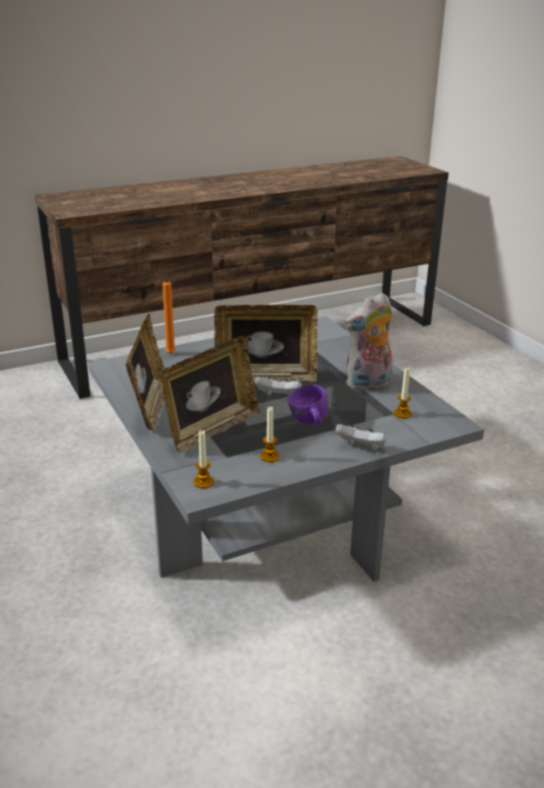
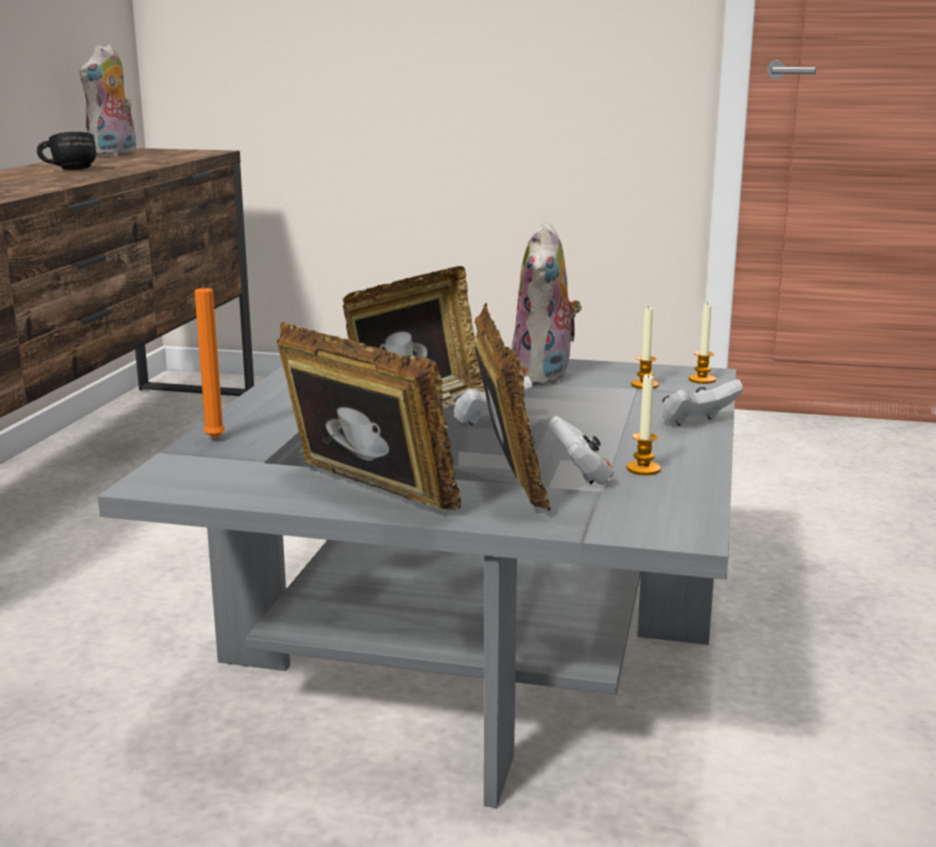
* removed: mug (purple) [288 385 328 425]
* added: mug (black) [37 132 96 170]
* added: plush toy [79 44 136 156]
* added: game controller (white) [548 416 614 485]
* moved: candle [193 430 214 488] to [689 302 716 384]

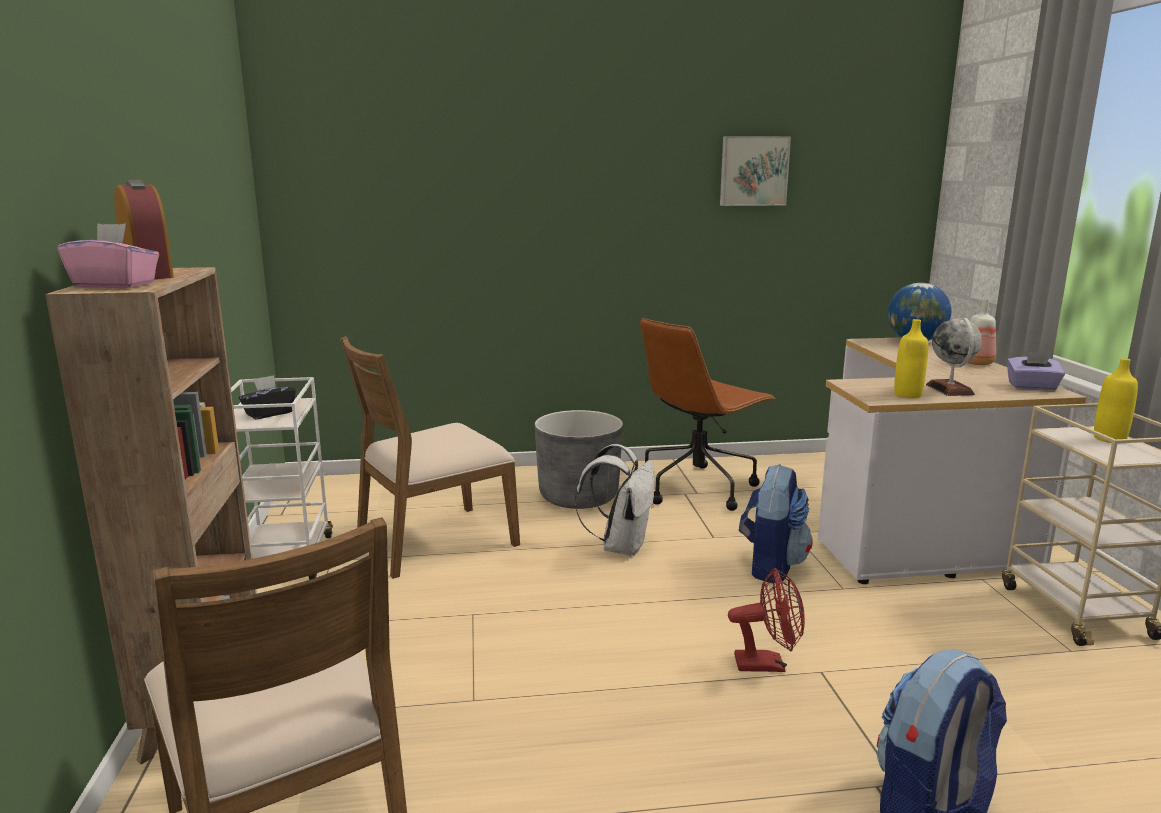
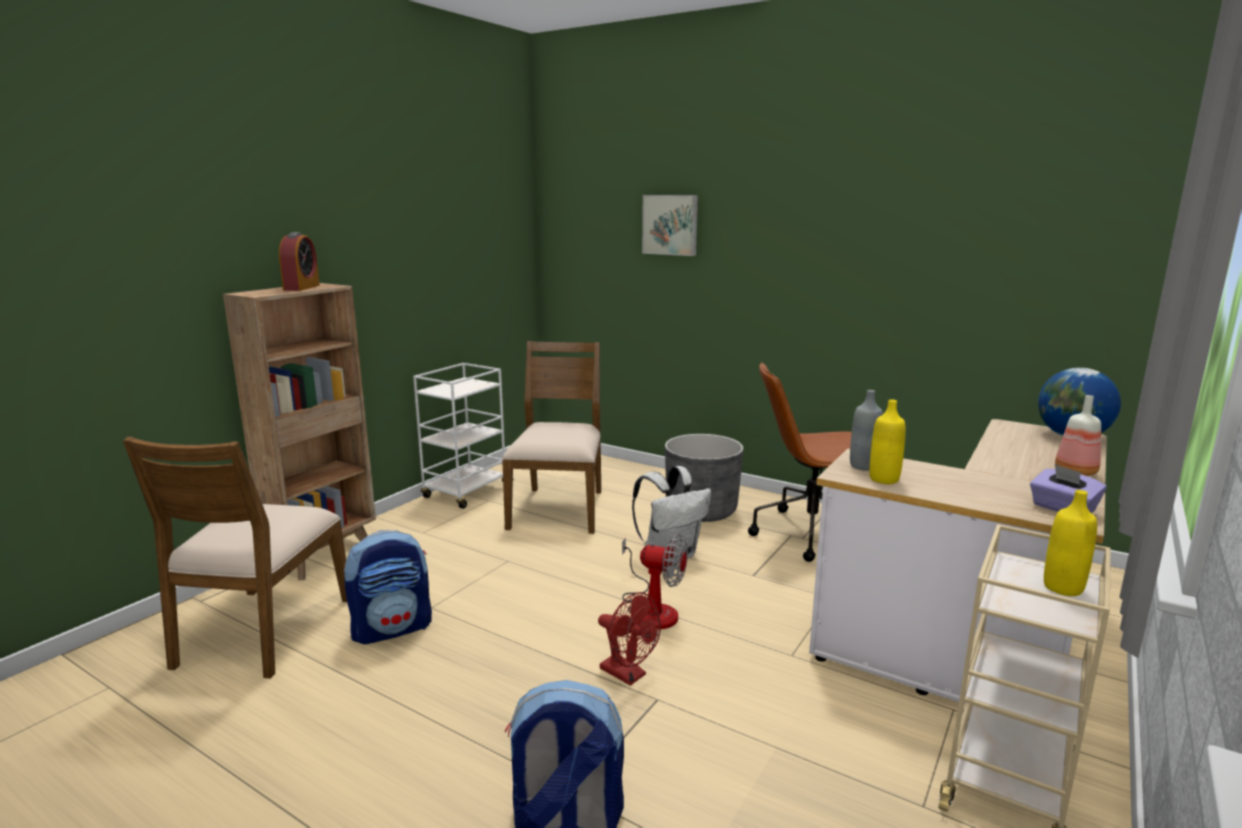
* removed: tissue box (pink) [57 223 159 288]
* removed: tissue box (black) [239 375 296 419]
* removed: globe [926 318 982 396]
* added: fan [622 534 688 629]
* added: bottle (grey) [850 390 883 471]
* moved: picture [720 136 791 206] to [642 195 698 256]
* moved: backpack [739 464 813 583] to [344 530 432 644]
* turned: chair (brown) [340 336 520 579] = [502 341 601 534] 90 degrees clockwise

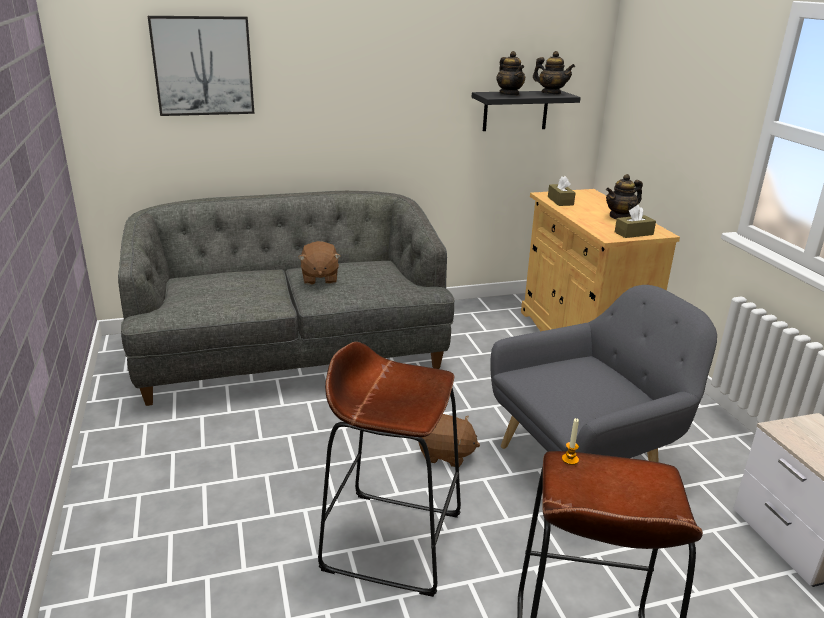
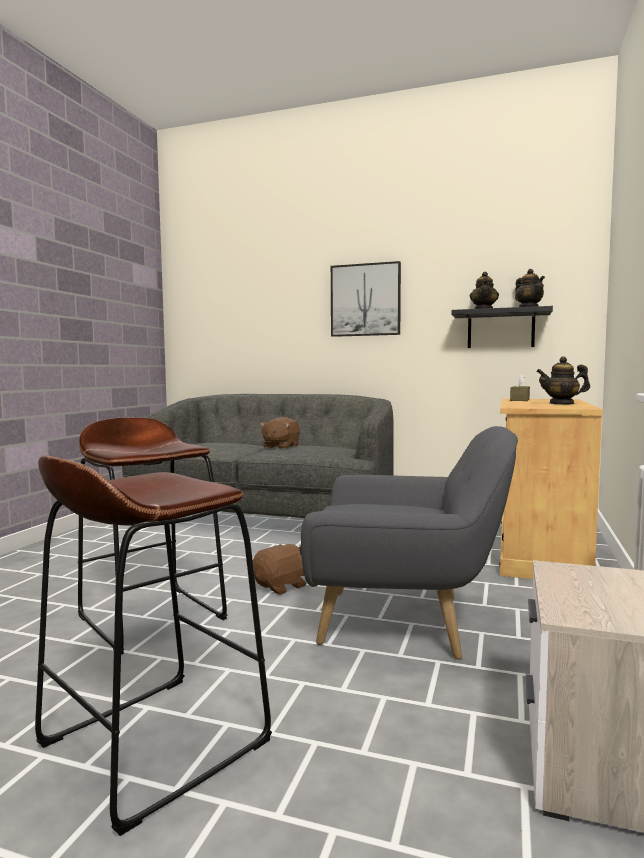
* removed: candle [562 418 579 465]
* removed: tissue box (brown) [615 205 656 238]
* moved: picture [148 16 254 116] to [331 261 401 337]
* turned: plush toy (brown) [419 414 480 467] = [253 544 306 594] 90 degrees counterclockwise

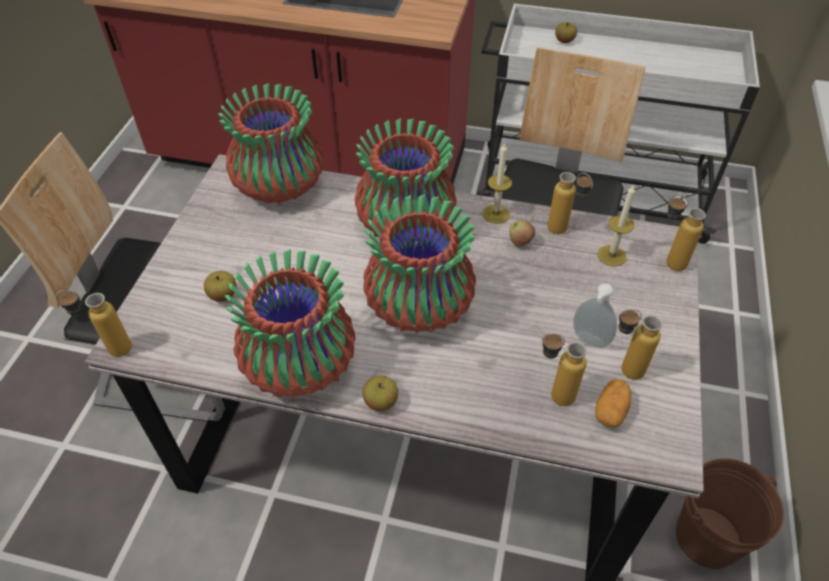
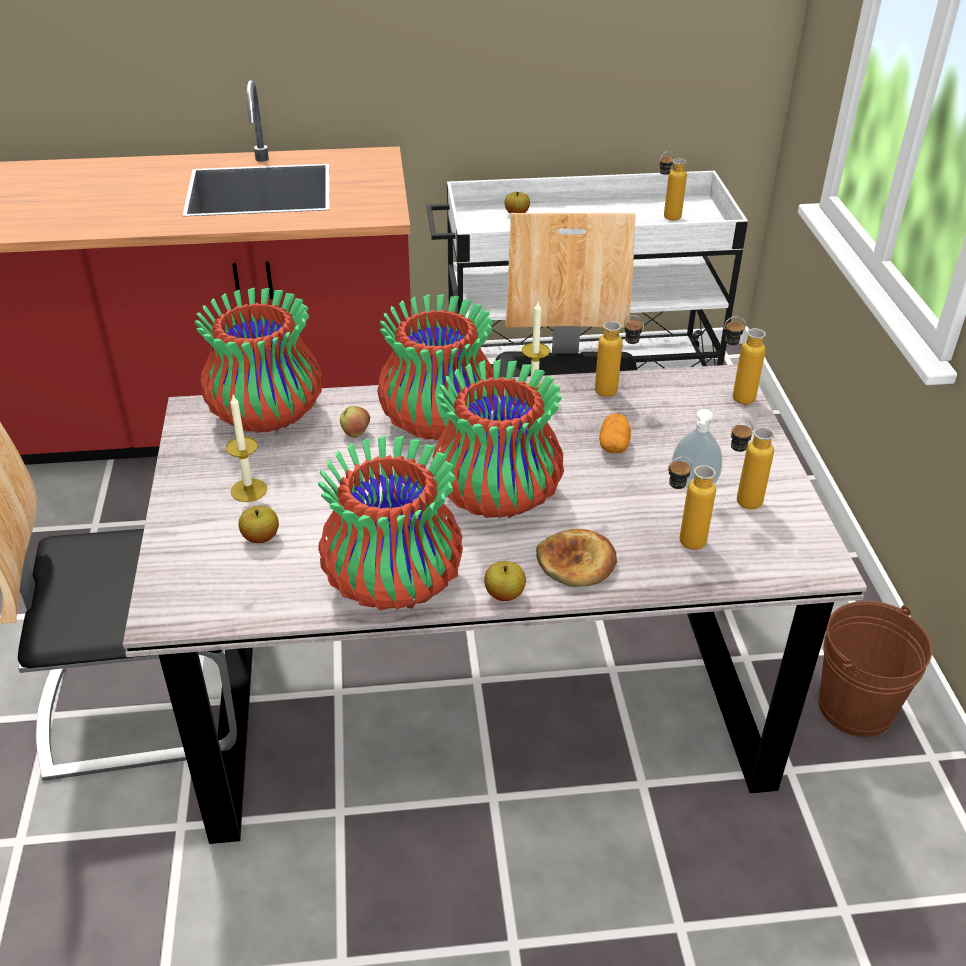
* added: bread [536 529 617 587]
* moved: bottle [56 290 132 357] to [659 151 687 221]
* moved: apple [509 220 535 247] to [340 406 370 438]
* moved: potato [595 379 631 427] to [599 414 631 453]
* moved: candle [597 184 635 267] to [226 395 267 502]

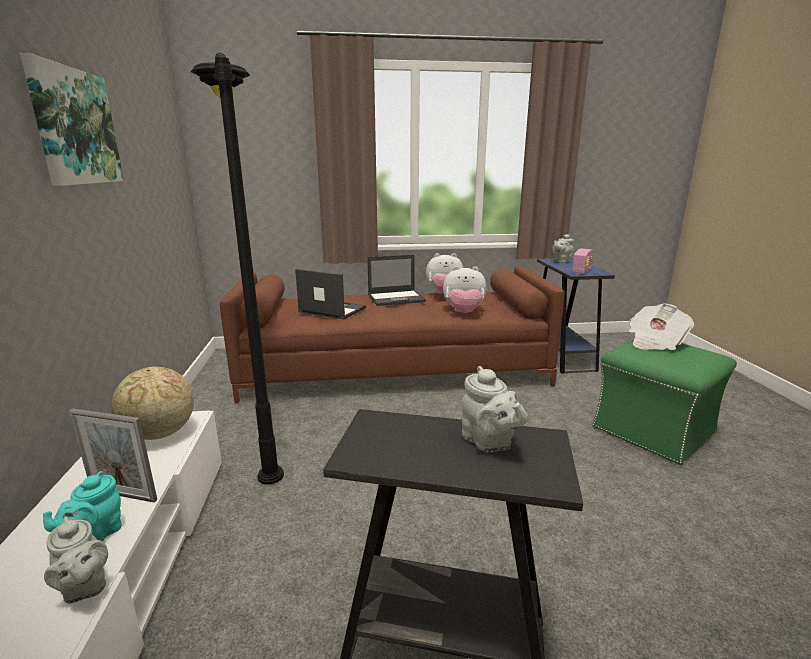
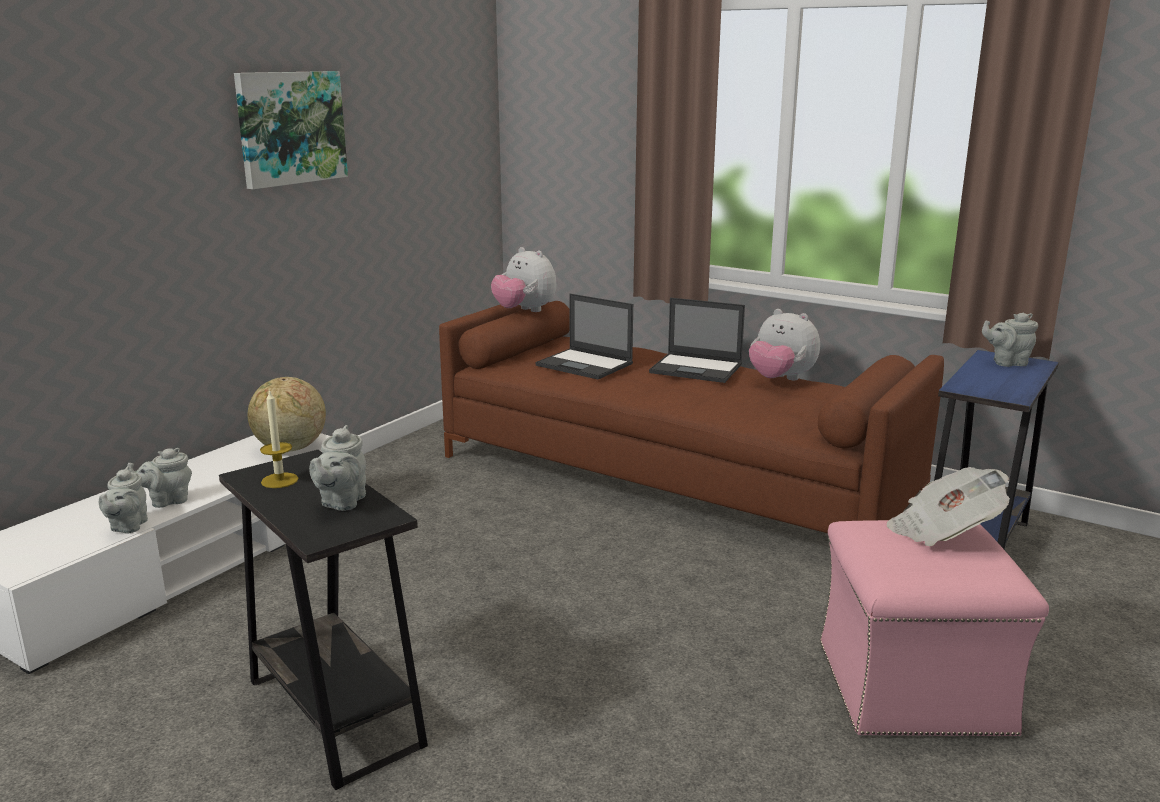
* removed: picture frame [69 408 157 503]
* removed: floor lamp (black) [191 53 284 484]
* removed: radio [572 249 594 274]
* added: candle [260 389 299 488]
* moved: plush toy [443 266 487 313] to [491 247 556 312]
* recoloured: teapot (turquoise) [43 471 122 542] to teapot (grey) [127 448 192 508]
* recoloured: ottoman (green) [592 340 737 465] to ottoman (pink) [820 520 1049 736]
* turned: laptop [295 269 366 320] = [535 294 633 379] 150 degrees clockwise

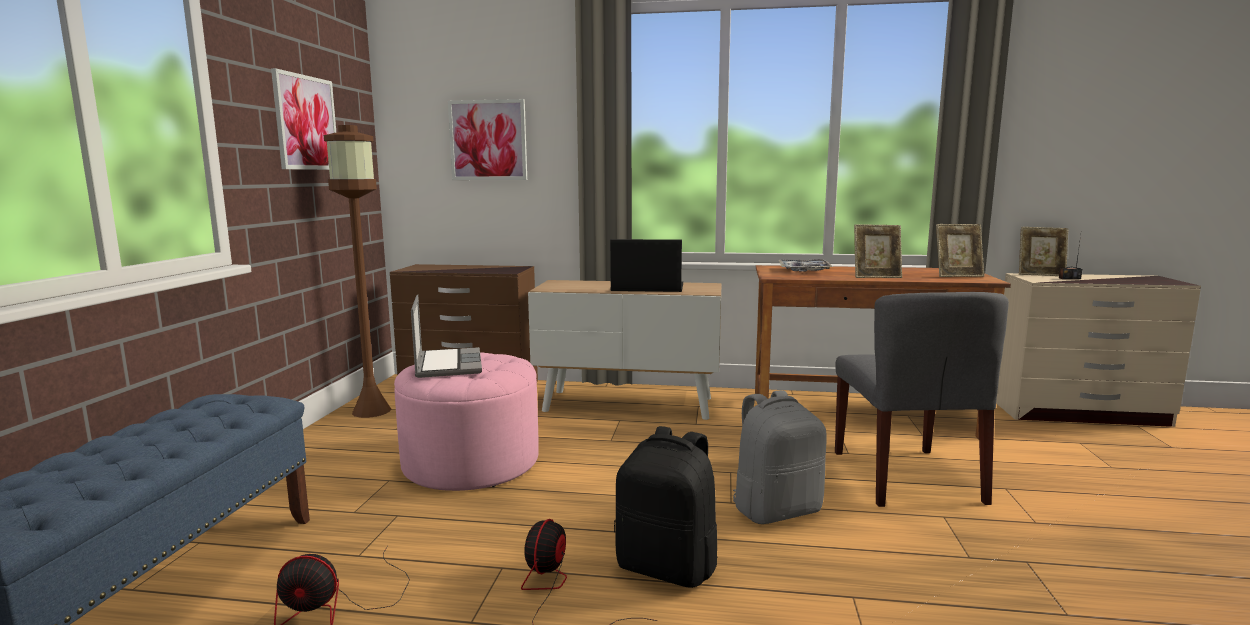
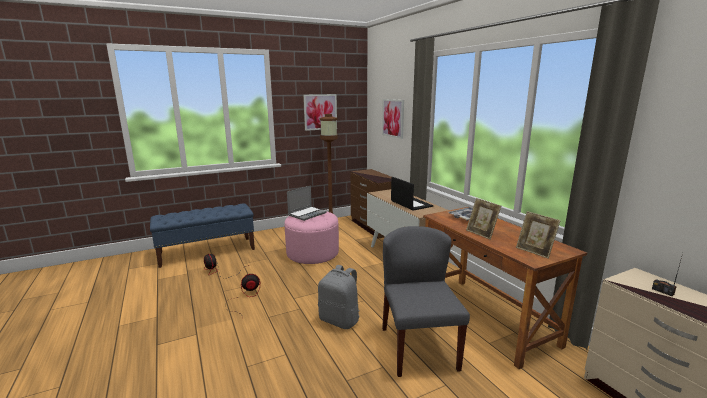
* removed: backpack (black) [614 426 717 588]
* removed: picture frame [1019 227 1068 276]
* turned: chair (grey) [835 292 1009 507] = [382 226 470 377] 120 degrees clockwise

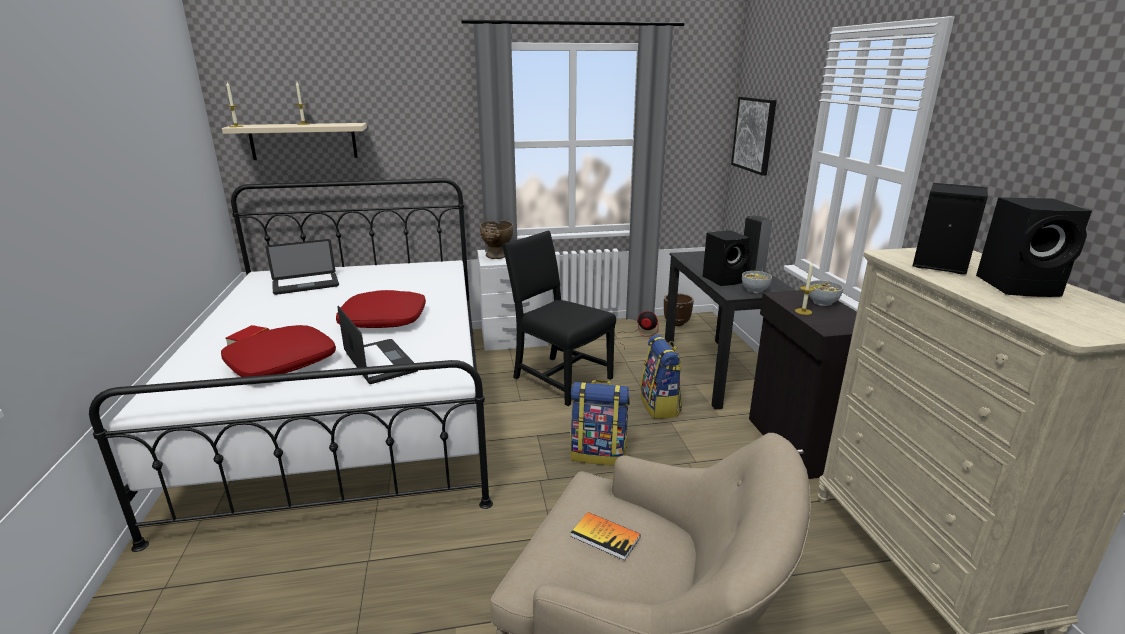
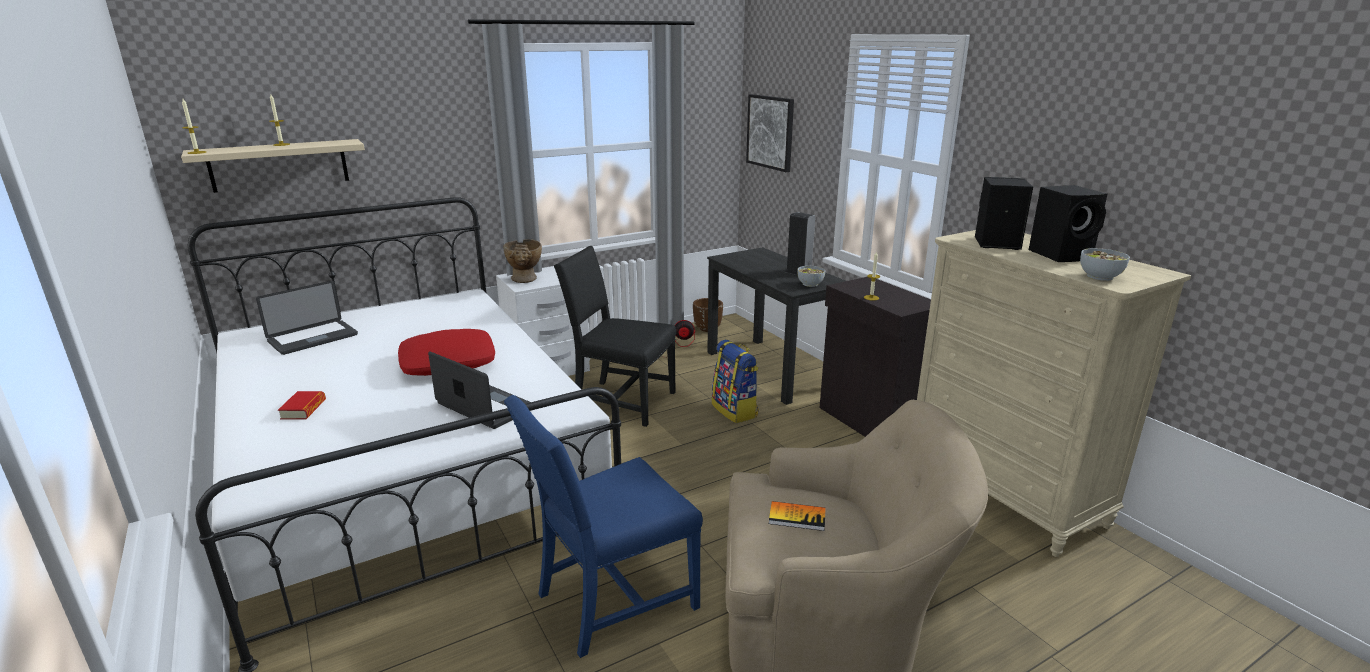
* removed: pillow (red) [221 325 336 377]
* removed: backpack [570 380 630 466]
* removed: speaker (black) [703 230 750 286]
* added: chair (blue) [504 395 703 658]
* moved: bowl [809 280 843 306] to [1080 248 1130 281]

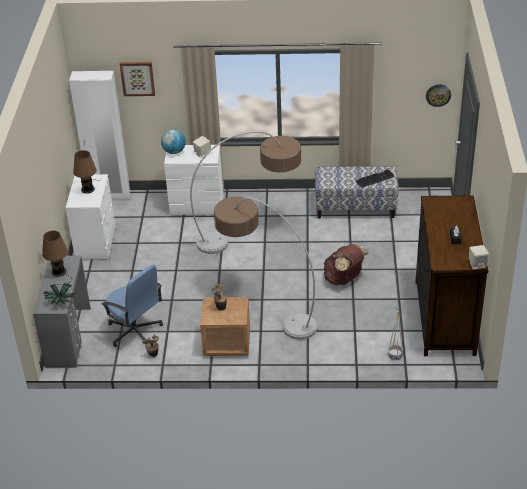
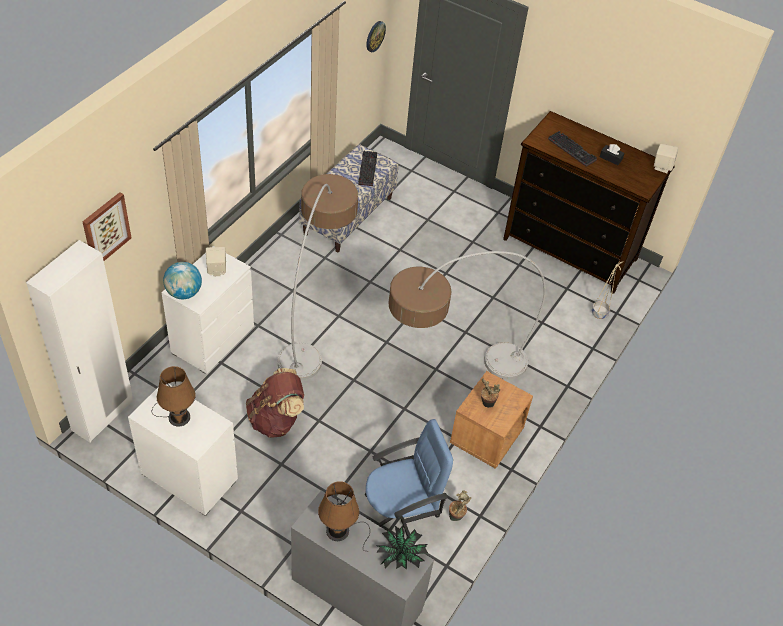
* added: keyboard [548 131 597 167]
* moved: backpack (brown) [324 244 368 285] to [246 368 304 438]

